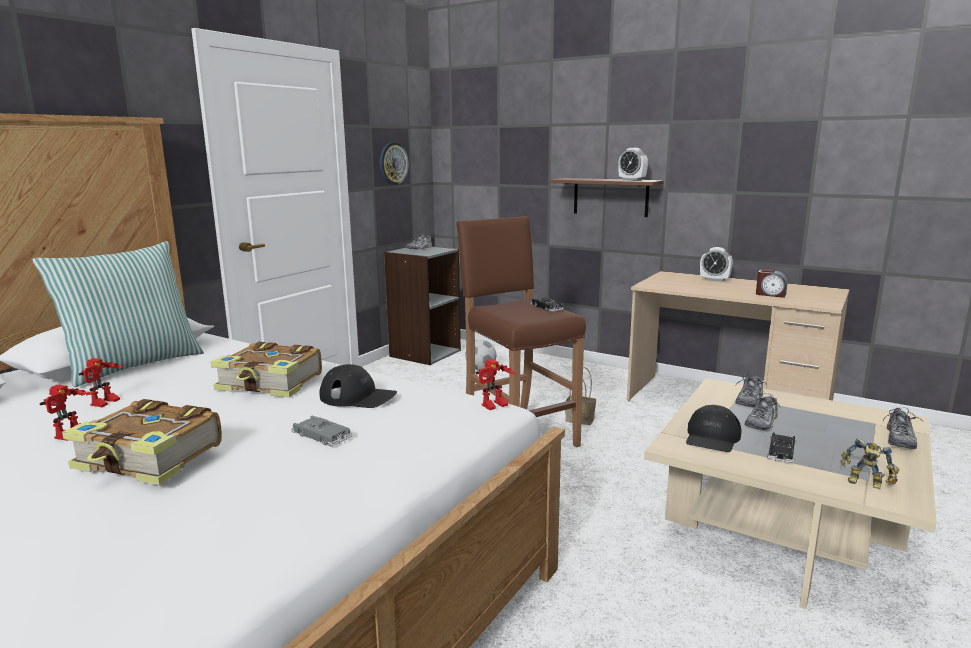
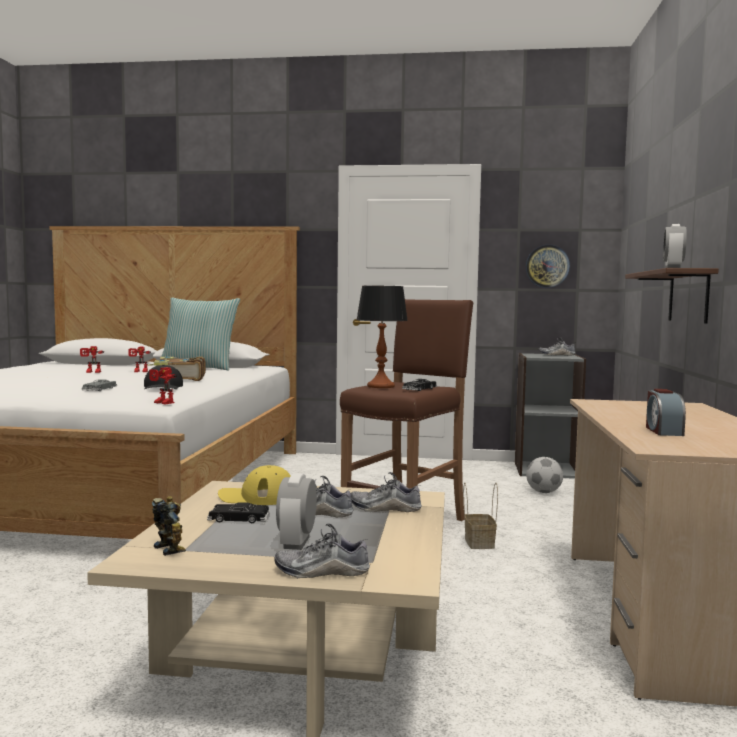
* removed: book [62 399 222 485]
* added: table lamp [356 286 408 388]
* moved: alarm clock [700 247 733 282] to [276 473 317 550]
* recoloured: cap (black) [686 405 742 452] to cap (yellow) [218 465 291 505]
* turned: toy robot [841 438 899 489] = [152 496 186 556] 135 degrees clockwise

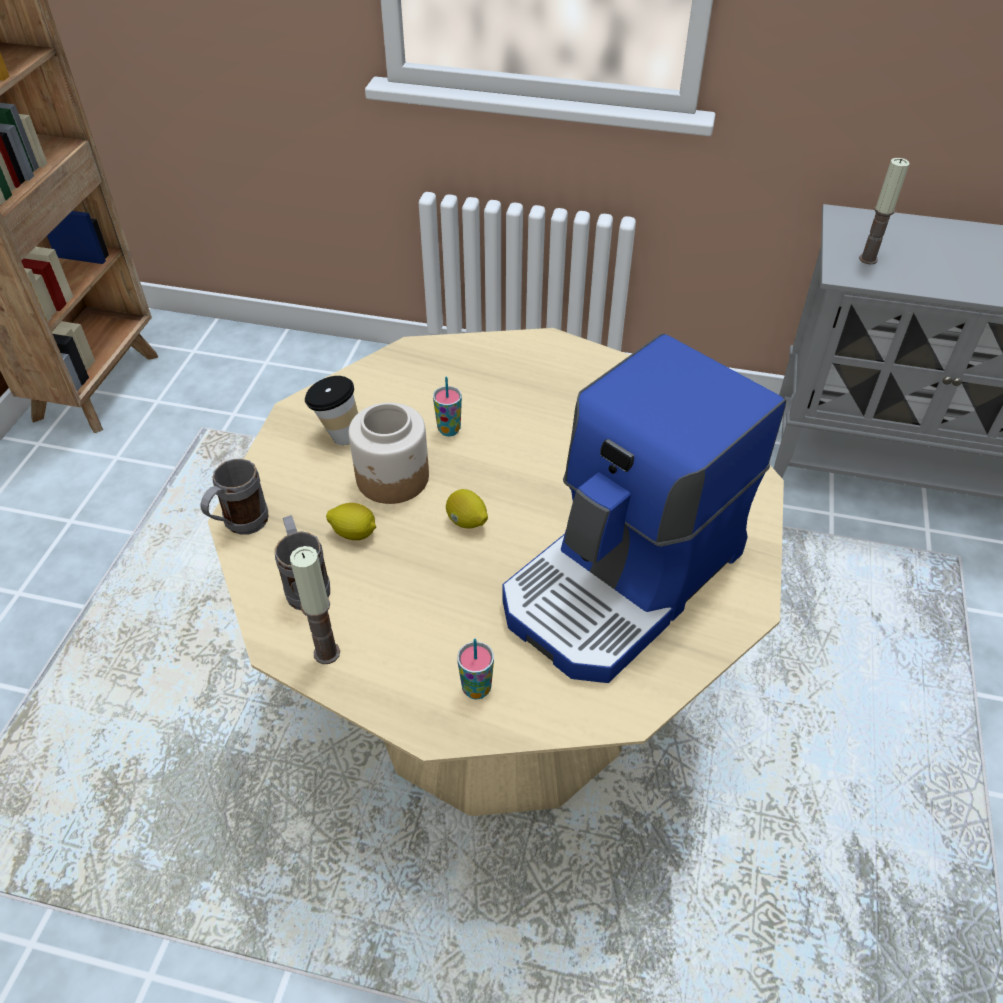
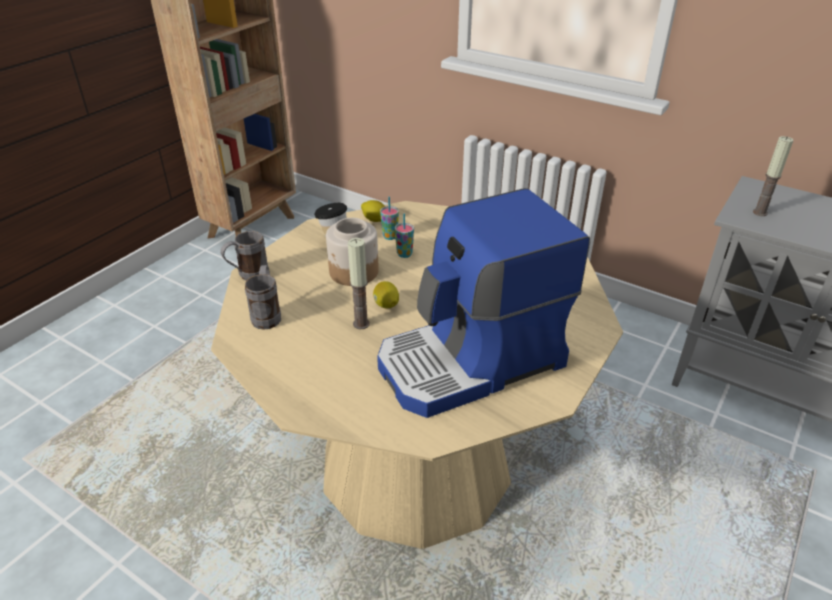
* moved: candle [290 546 340 664] to [348 238 370 330]
* moved: lemon [326 503 376 540] to [361 200 385 222]
* moved: cup [457 639 494 700] to [380 197 399 240]

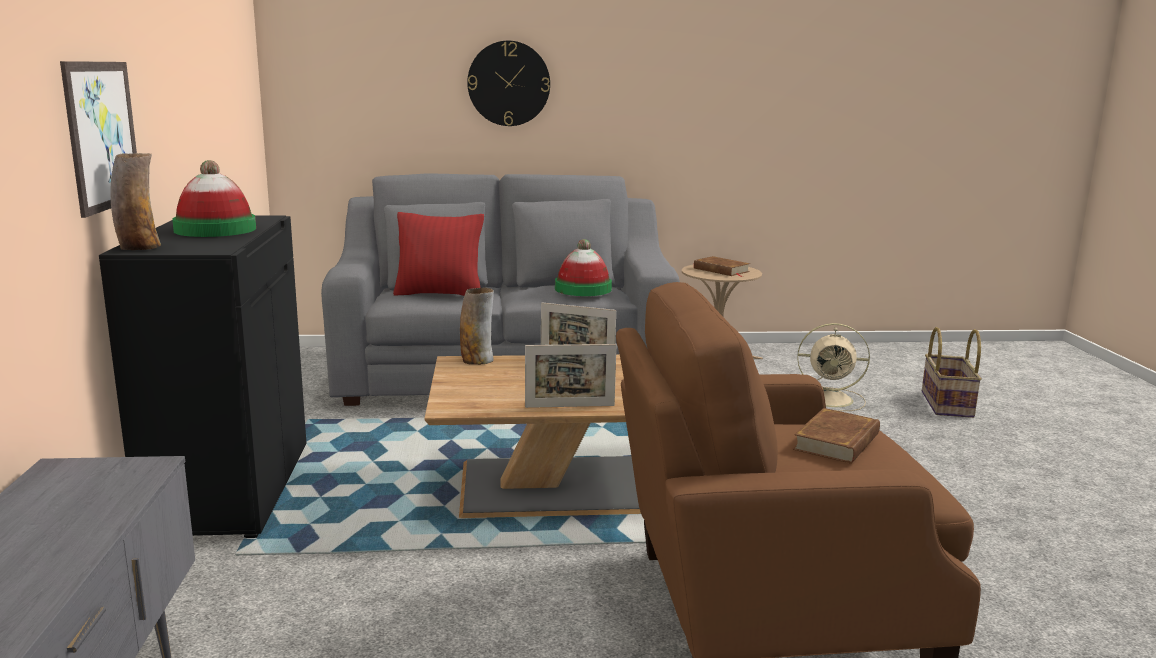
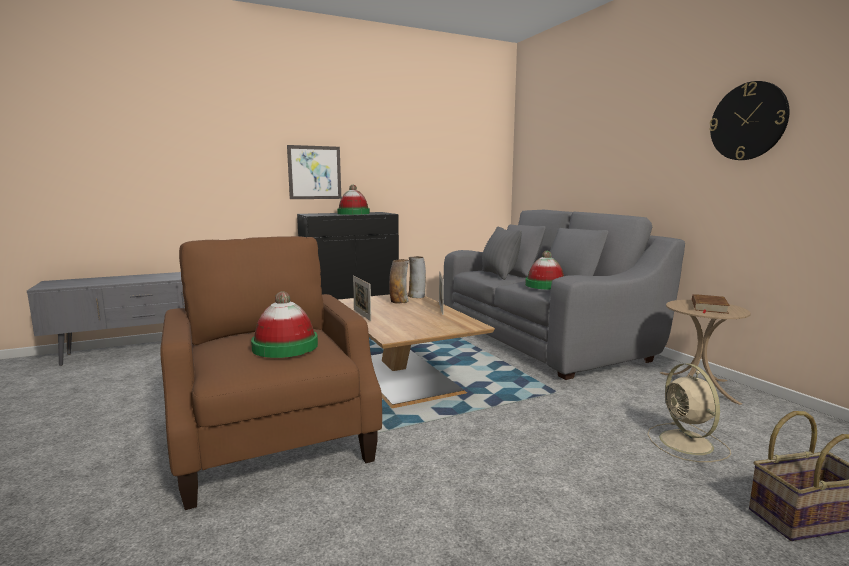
* moved: vase [111 153 161 250] to [389 259 409 304]
* moved: wall clock [467 41 550 126] to [709 81 789 160]
* replaced: book (brown) [793 408 880 464] to hat [251 291 318 358]
* recoloured: pillow (red) [393 212 484 296] to pillow (grey) [482 226 522 280]

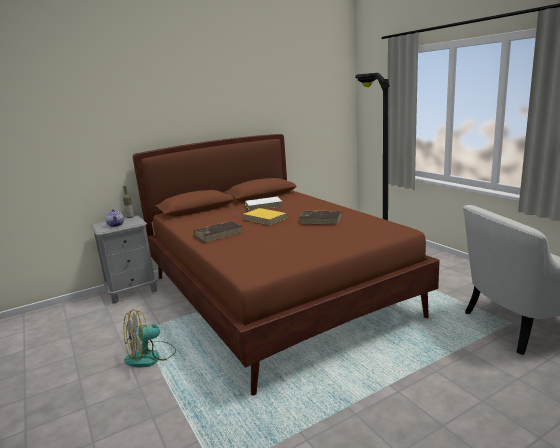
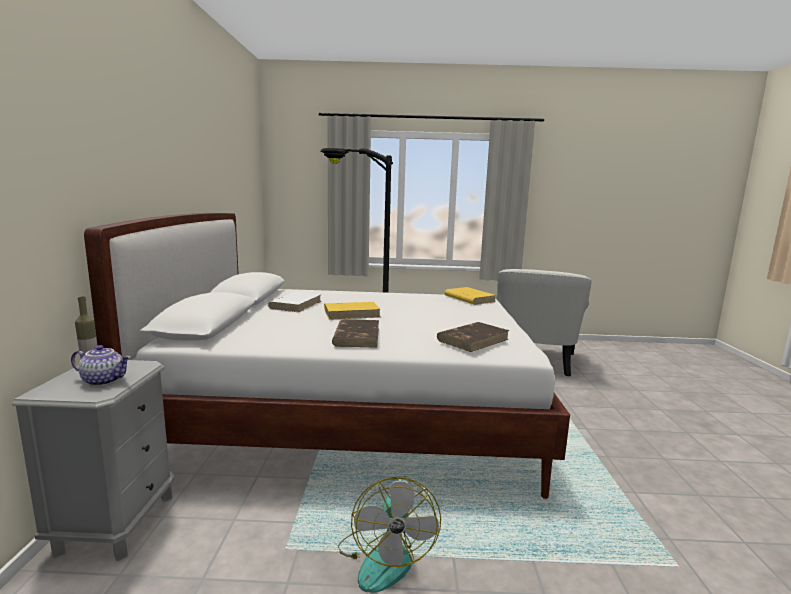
* added: book (yellow) [445 287 496 305]
* moved: book (brown) [299 211 342 225] to [437 322 510 352]
* recoloured: bed (brown) [133 134 440 396] to bed (white) [84 213 570 499]

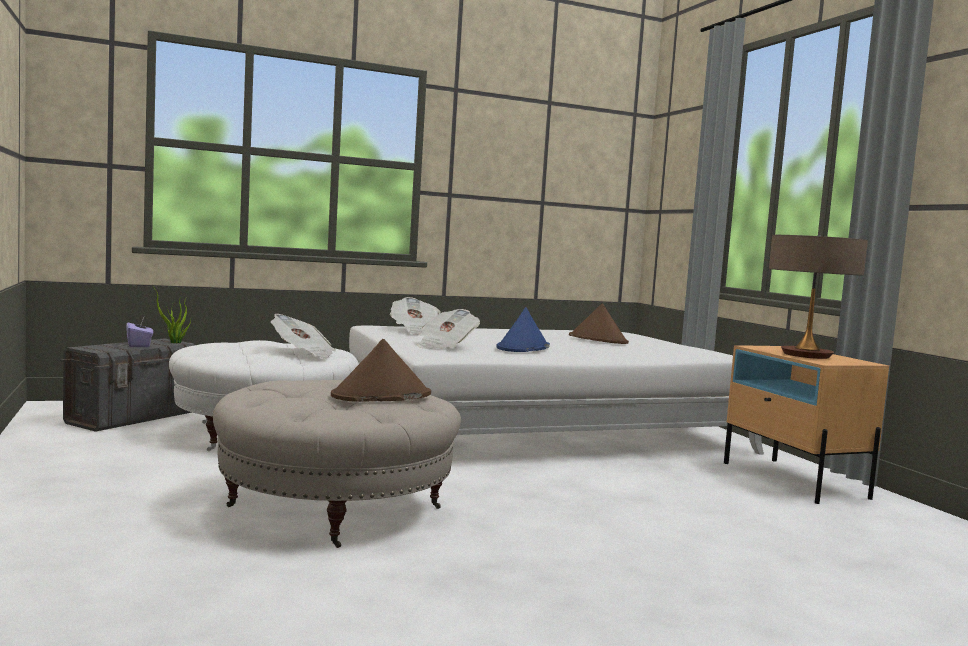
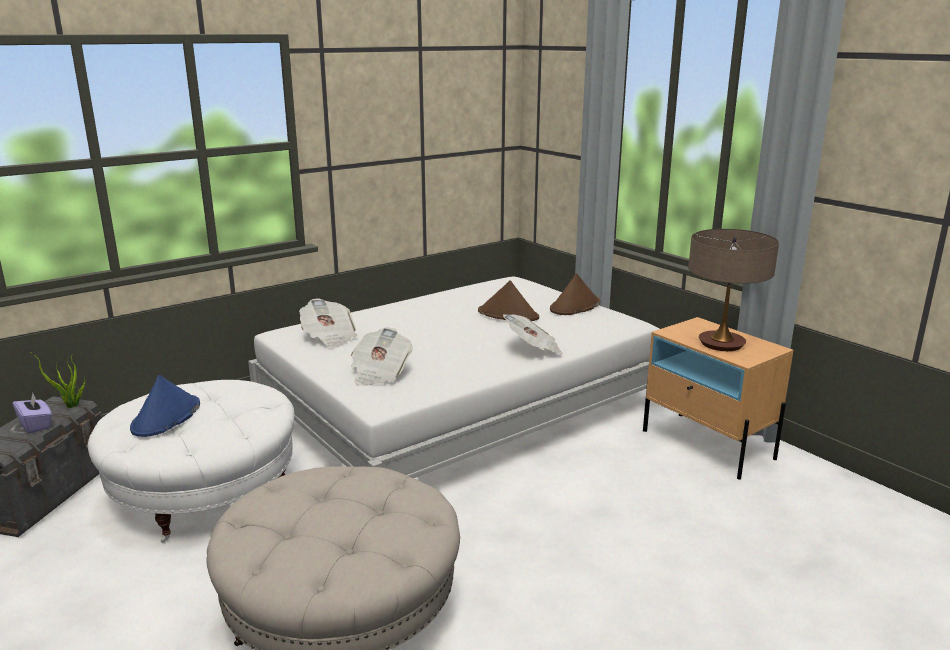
* moved: newspaper [271 314 336 359] to [503 314 563 354]
* moved: hat (brown) [331 339 431 402] to [550 273 600 315]
* moved: hat (blue) [496 307 550 352] to [130 375 200 437]

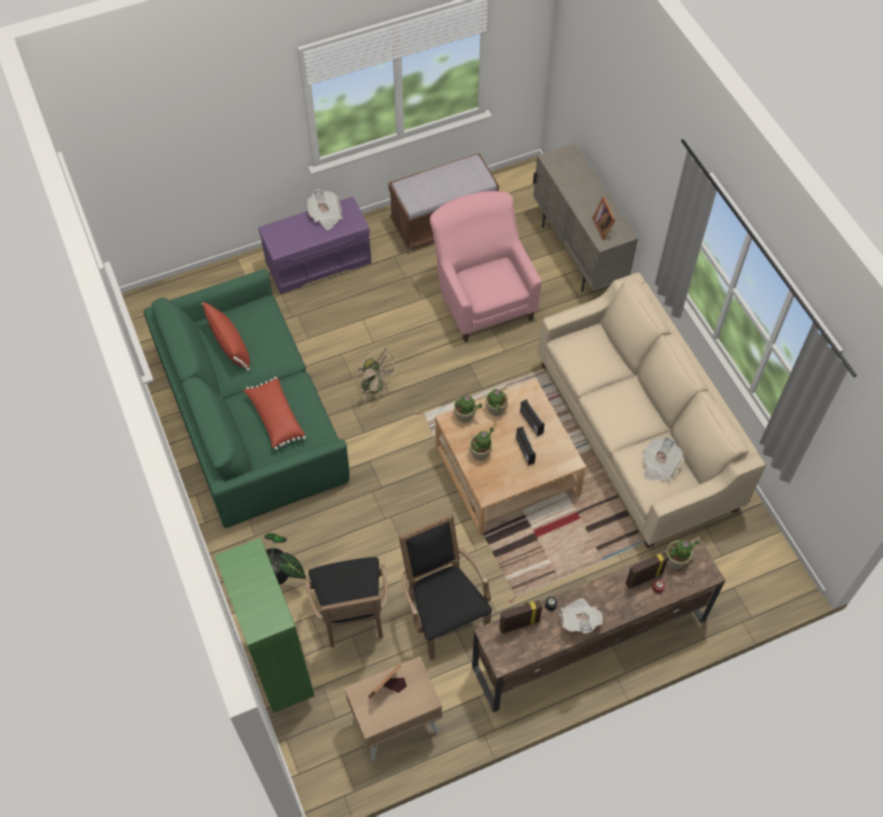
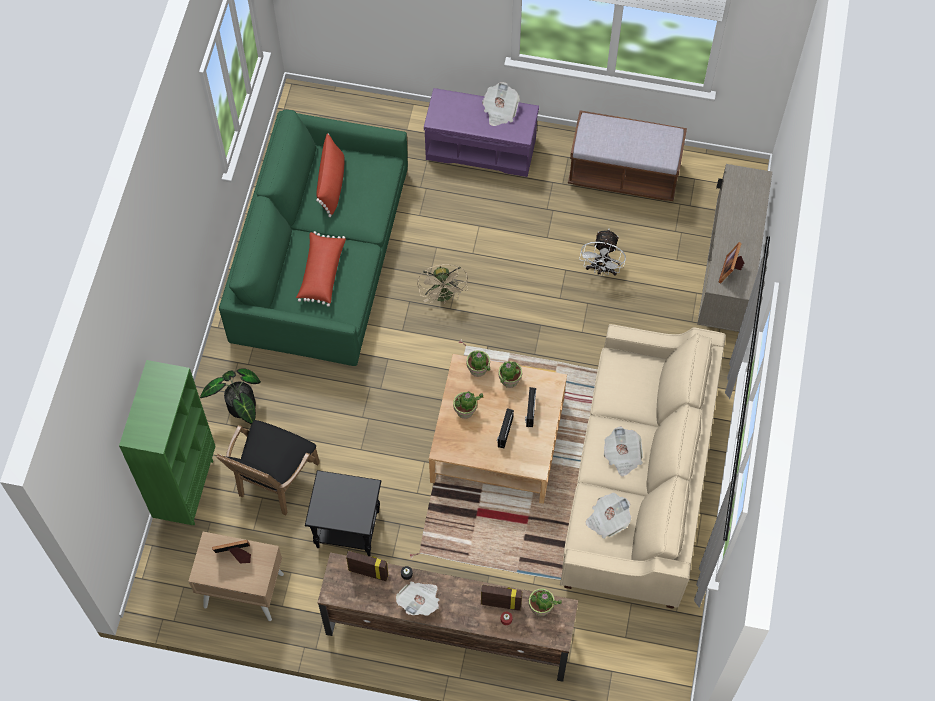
* added: newspaper [603 426 643 477]
* replaced: armchair (black) [399 514 492 660] to side table (black) [305 470 381 556]
* replaced: armchair (pink) [430 191 541 342] to fan (white) [579 229 626 276]

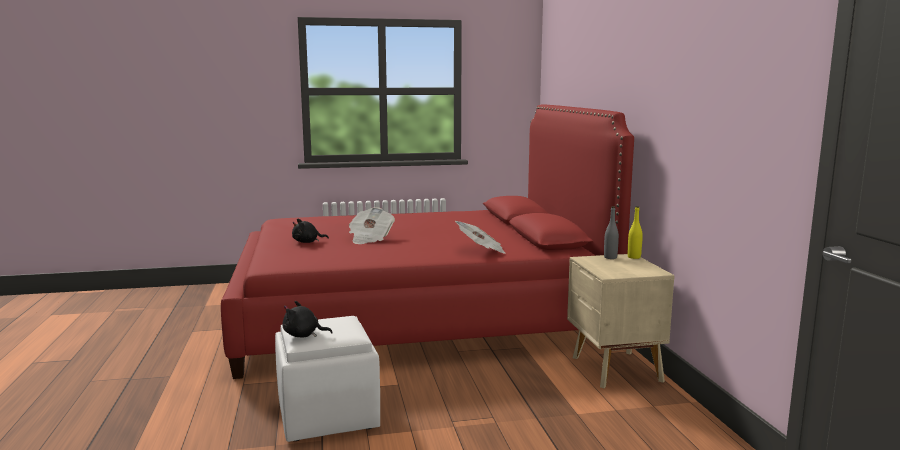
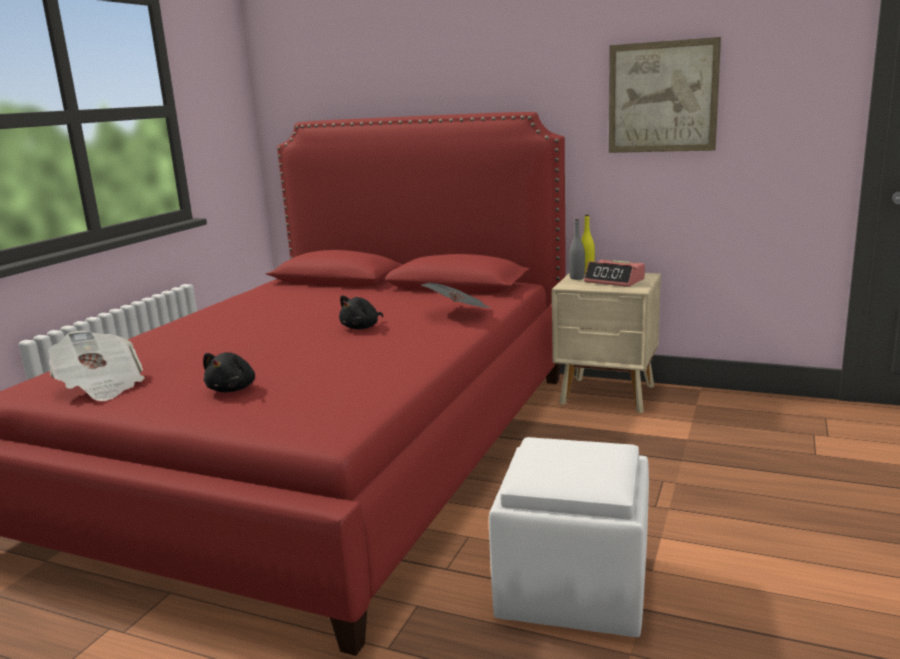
* added: alarm clock [584 260 645 287]
* added: picture [609 37 721 153]
* moved: plush toy (black) [283 301 333 337] to [339 295 383 329]
* moved: newspaper [349 207 395 244] to [48 330 145 401]

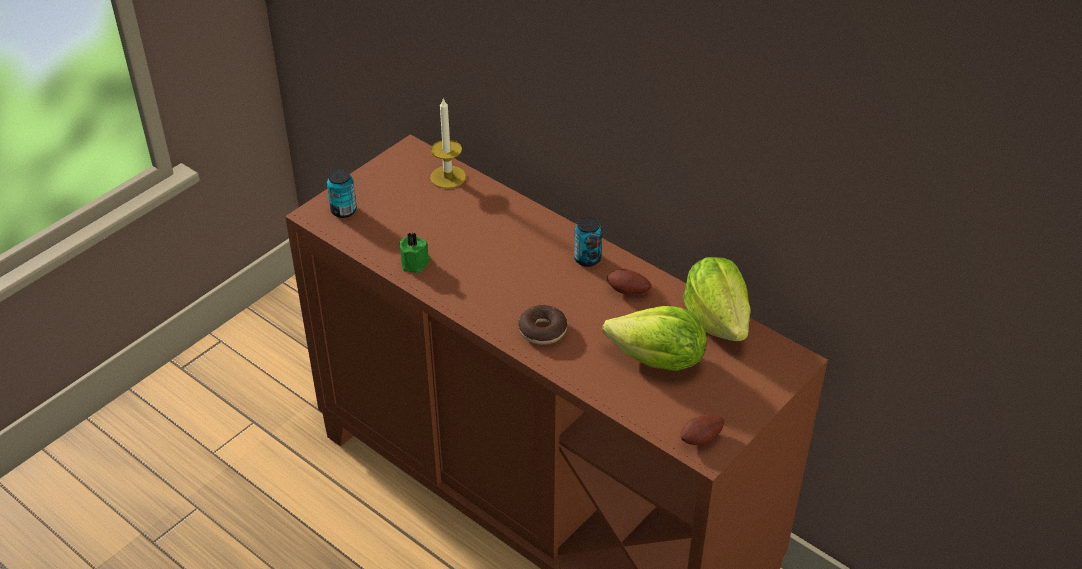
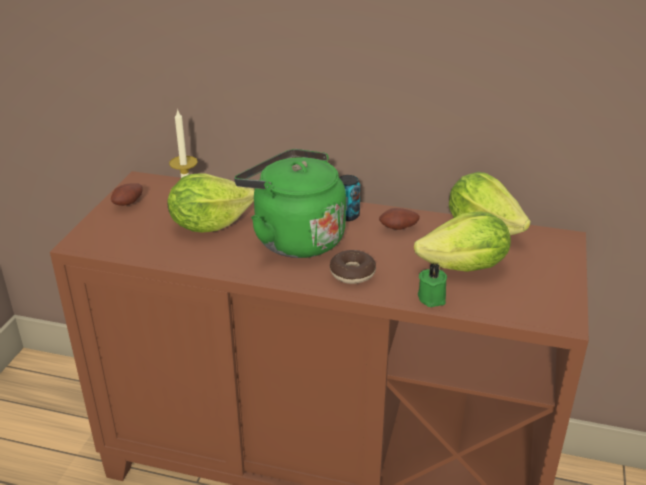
* removed: can [327 170 357 218]
* added: lettuce [167 174 254 233]
* added: kettle (green) [234 149 346 258]
* moved: candle (green) [399 233 431 273] to [418 263 447 307]
* moved: potato [680 414 724 445] to [111 183 143 206]

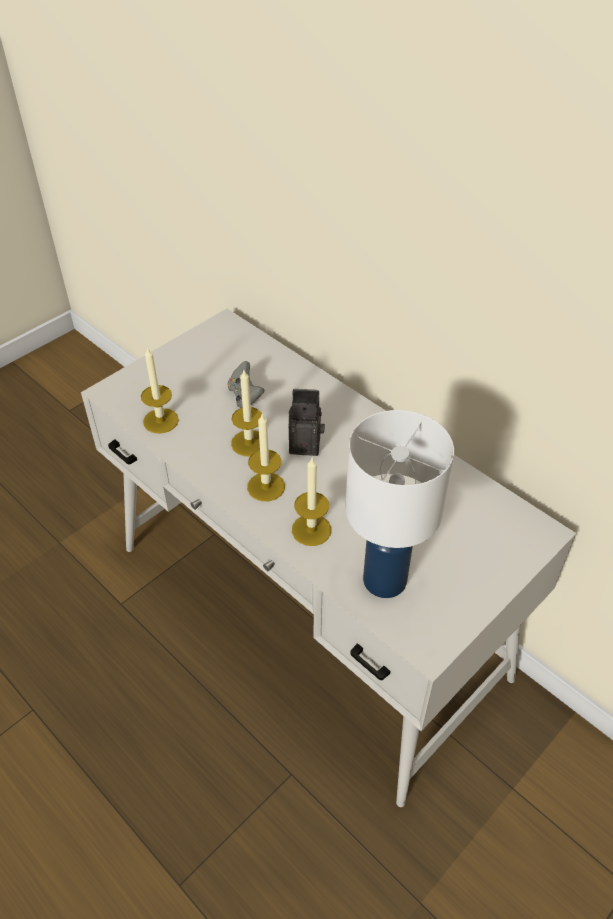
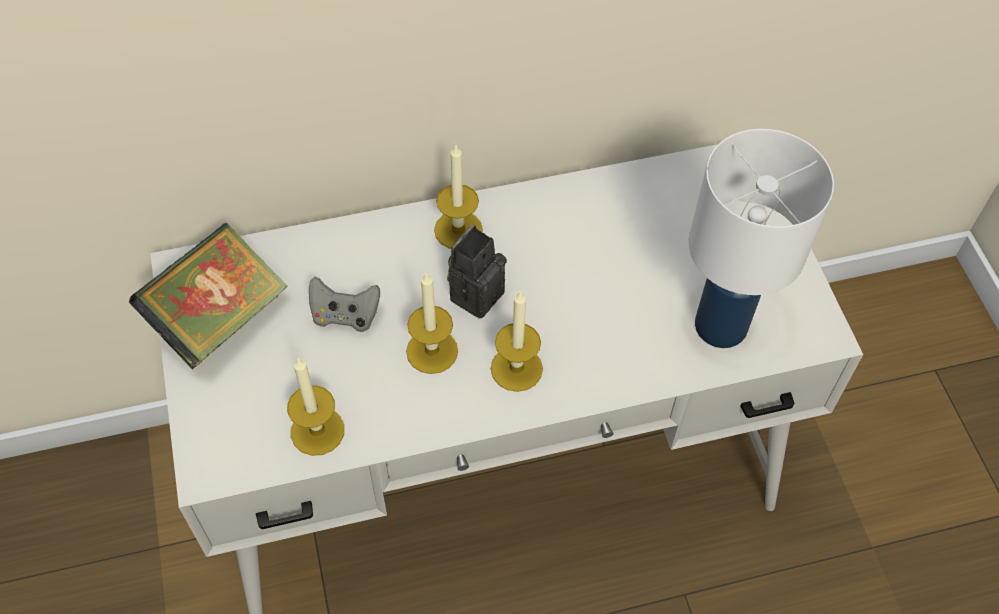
* added: book [129 223 288 370]
* moved: candle [292 458 331 546] to [434 145 483 249]

